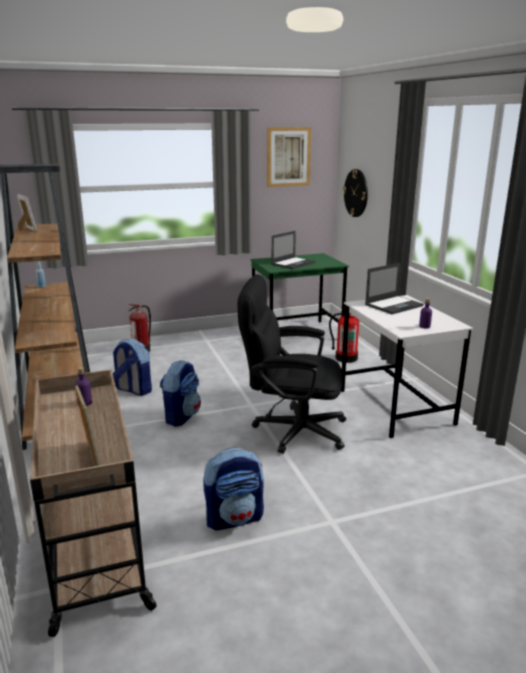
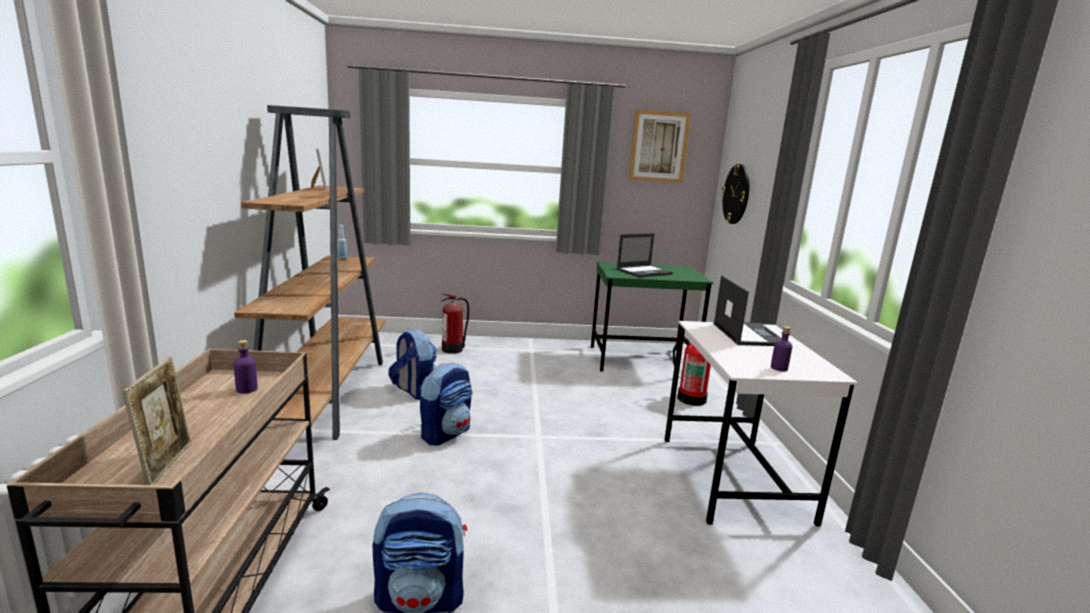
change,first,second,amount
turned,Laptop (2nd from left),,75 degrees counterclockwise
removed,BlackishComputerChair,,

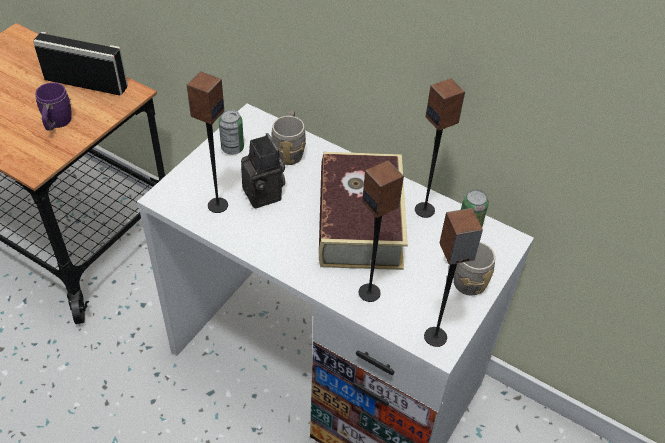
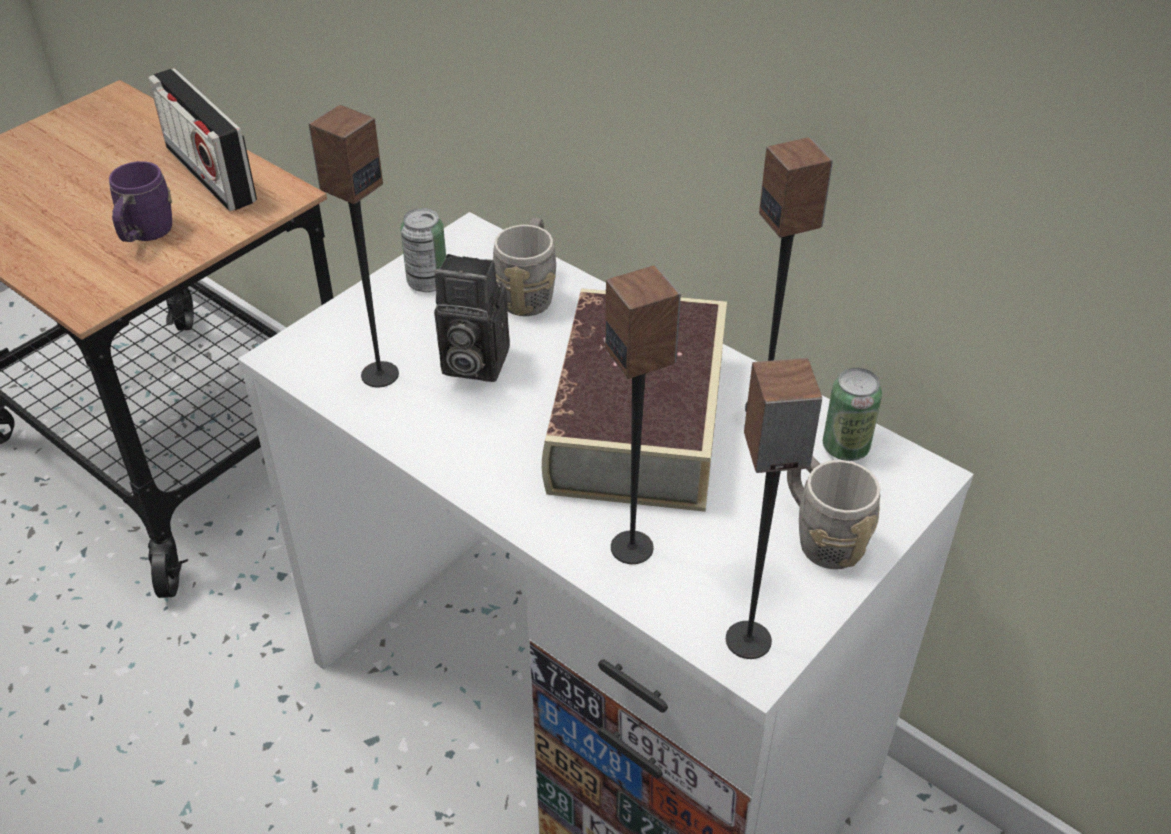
change,first,second,amount
turned,Radio,,150 degrees counterclockwise
turned,StillCamera,,120 degrees clockwise

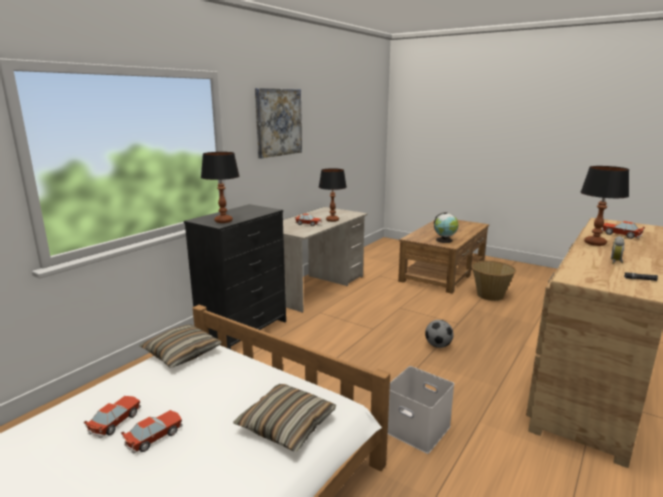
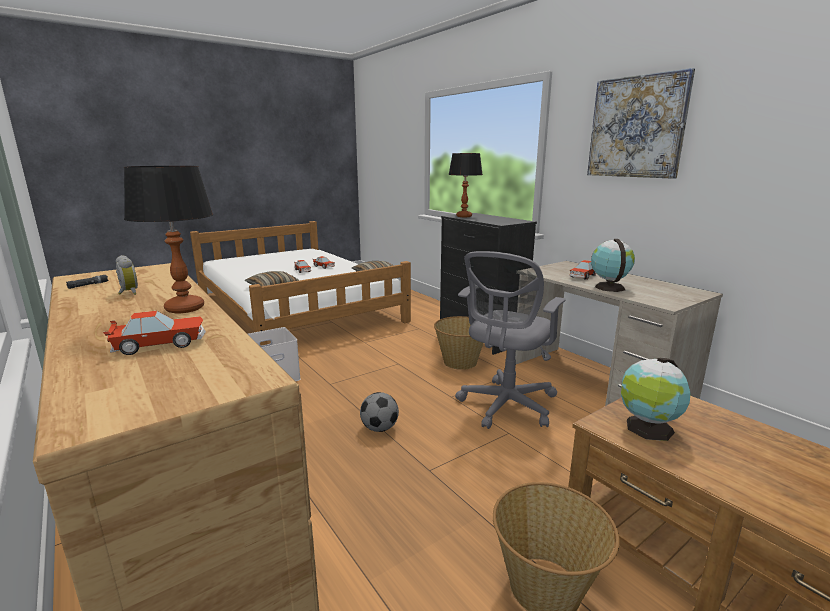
change,first,second,amount
added,,Basket (1st from left),
added,,GreyComputerChair,
replaced,LampForATable (2nd from left),WorldGlobe (1st from left),

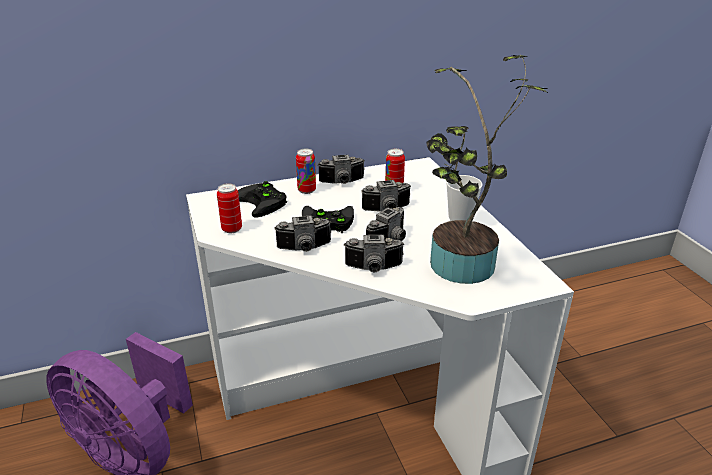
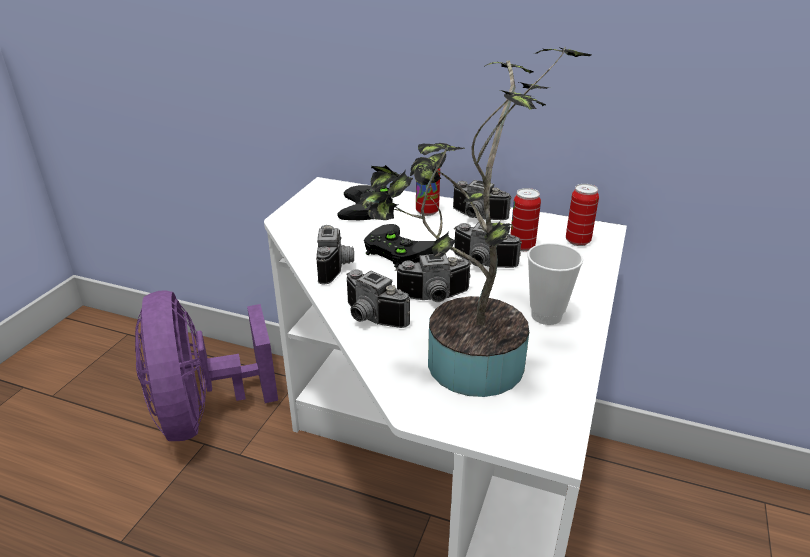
change,first,second,amount
turned,StillCamera (1st from left),,120 degrees counterclockwise
moved,SealedCan (1st from left in the first image),SealedCan (3rd from left),

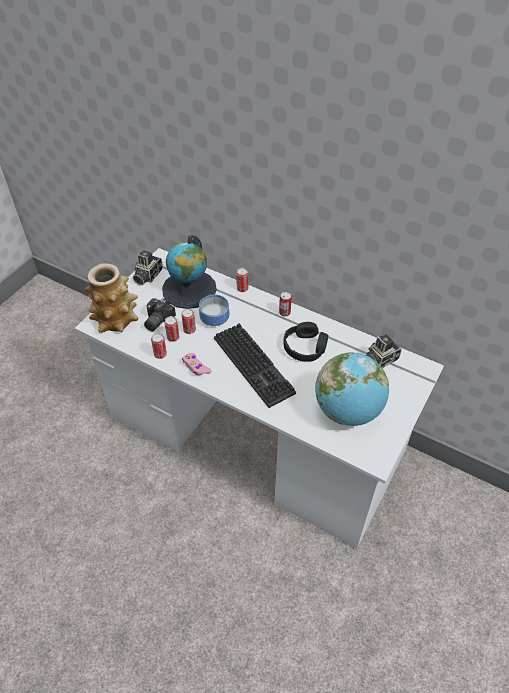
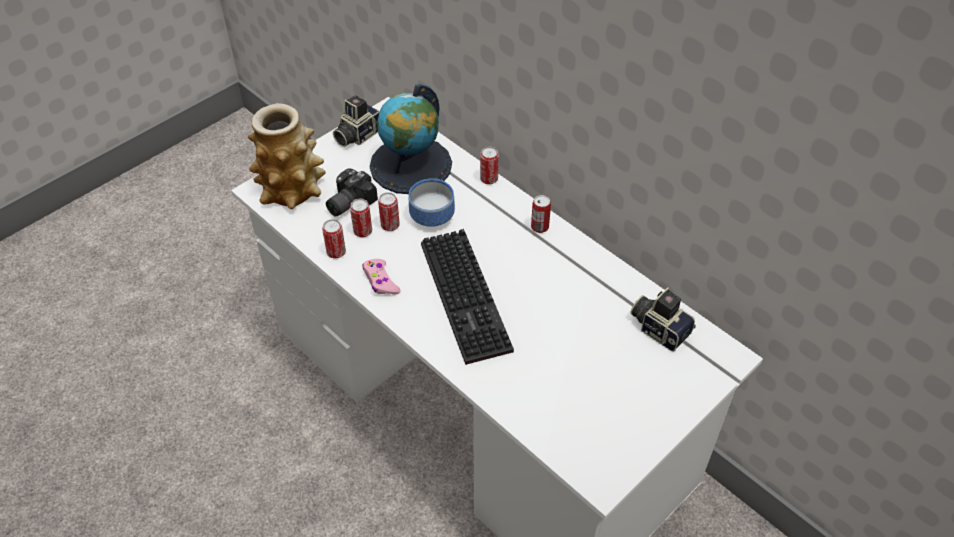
change,first,second,amount
turned,StillCamera (3rd from left),,60 degrees clockwise
removed,BlackishHeadphones,,
removed,WorldGlobe (2nd from left),,

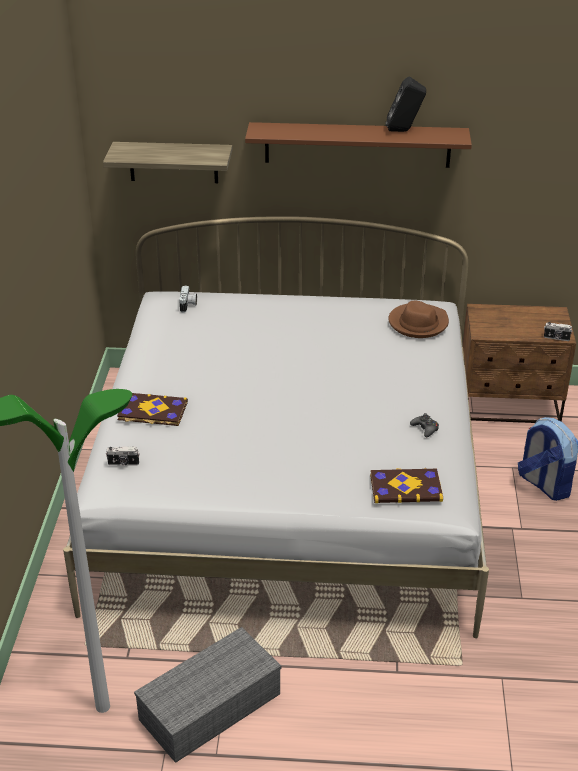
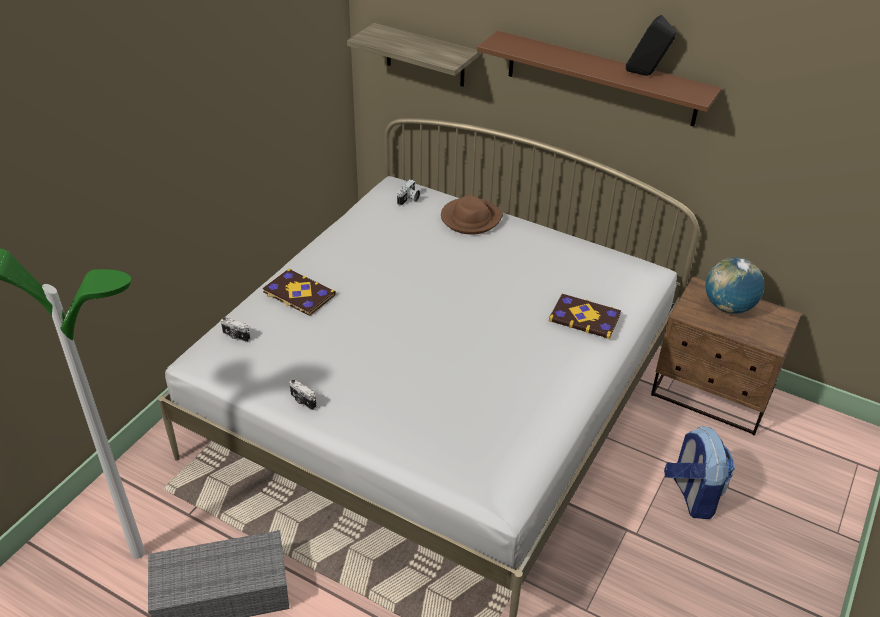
change,first,second,amount
moved,StillCamera (3rd from left in the first image),StillCamera (2nd from left),
moved,BrownishHat,,
moved,BoundBook (2nd from left),,
added,,WorldGlobe,
removed,BlackishJoypad,,

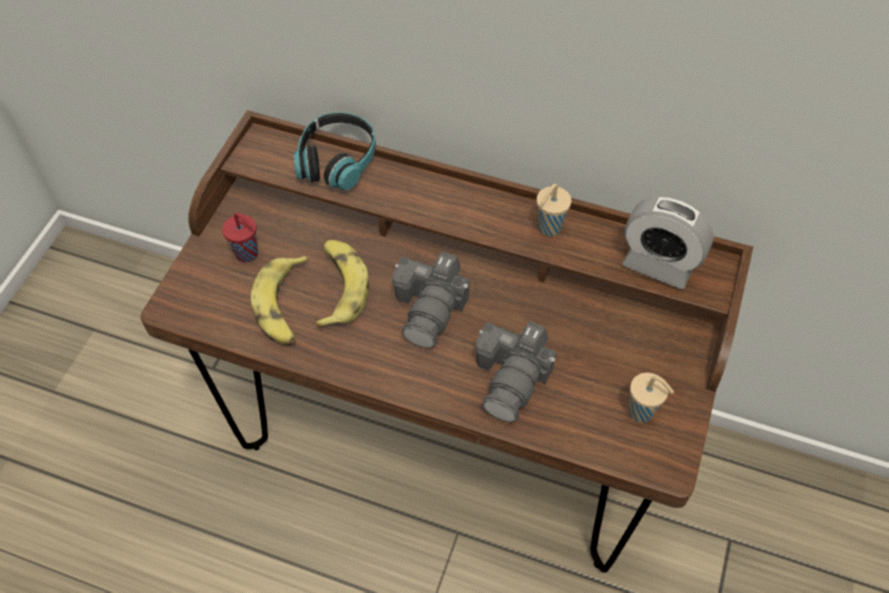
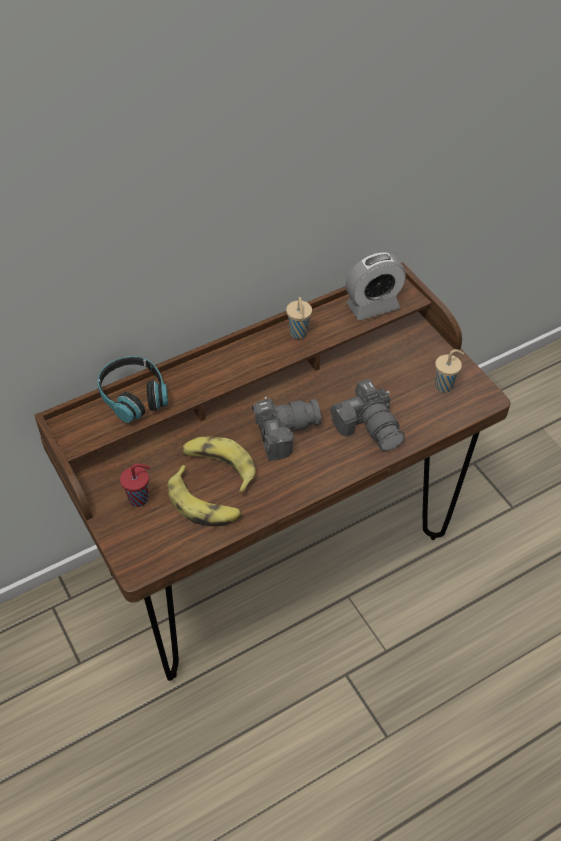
change,first,second,amount
turned,StillCamera (1st from left),,75 degrees counterclockwise

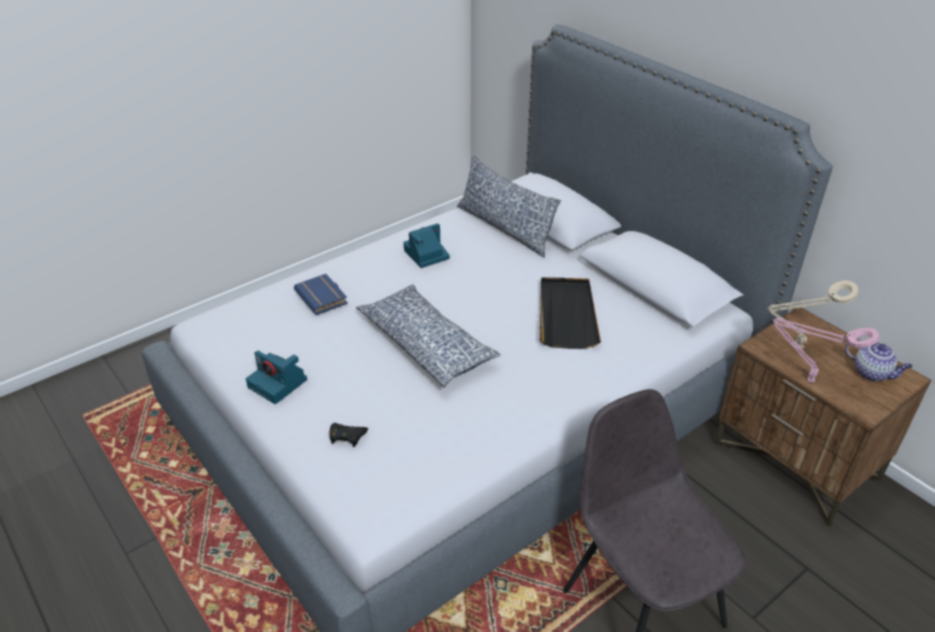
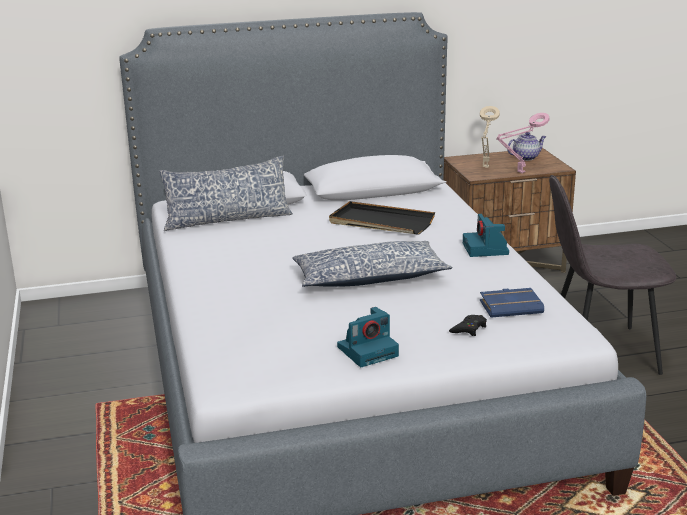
change,first,second,amount
moved,StillCamera (2nd from left),,
moved,BlueColouredBoundBook,,

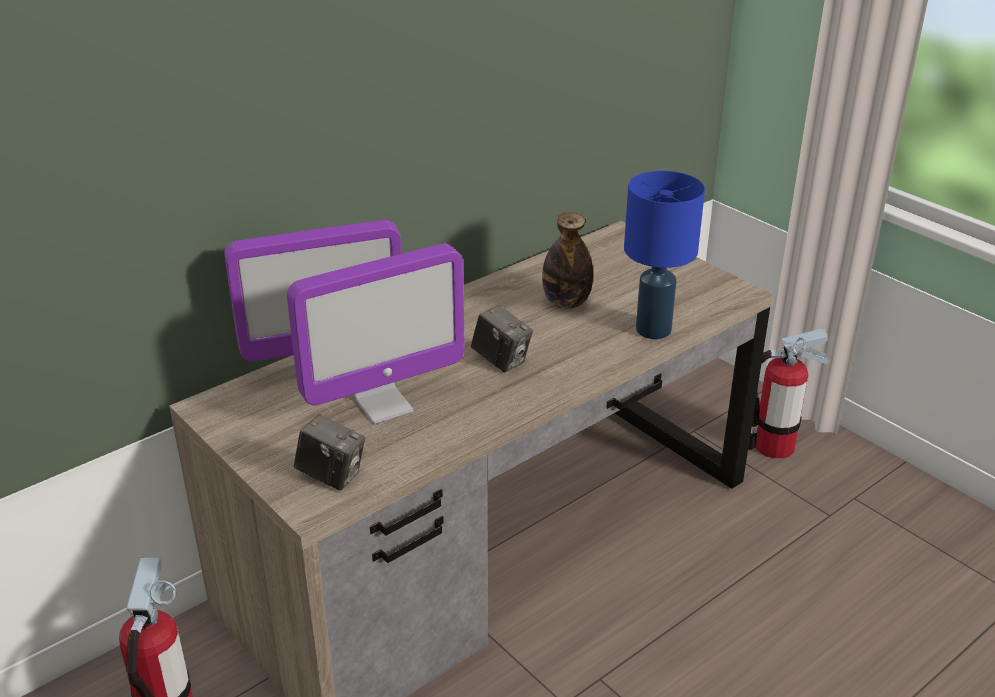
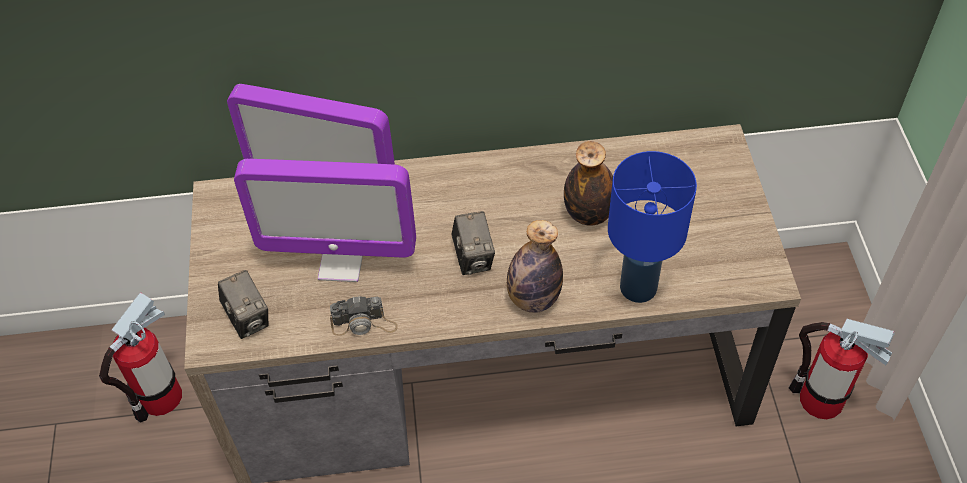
change,first,second,amount
added,,StillCamera (2nd from left),
added,,Bottle (1st from left),

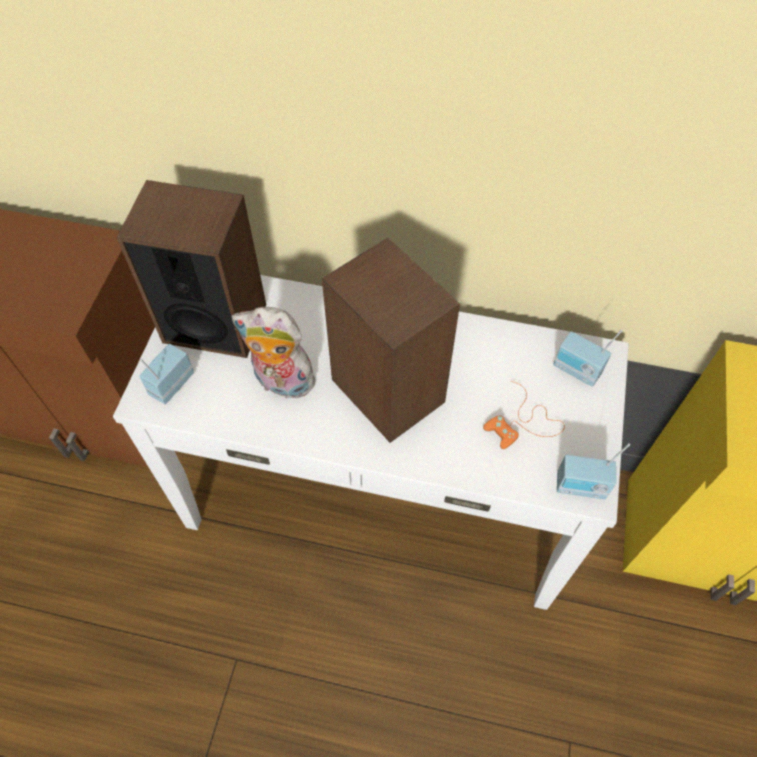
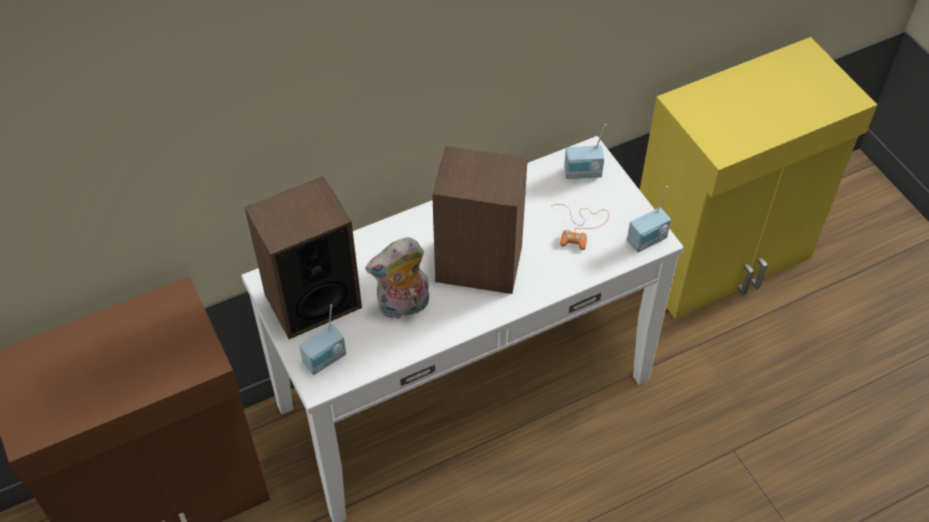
change,first,second,amount
turned,Radio (1st from left),,120 degrees counterclockwise

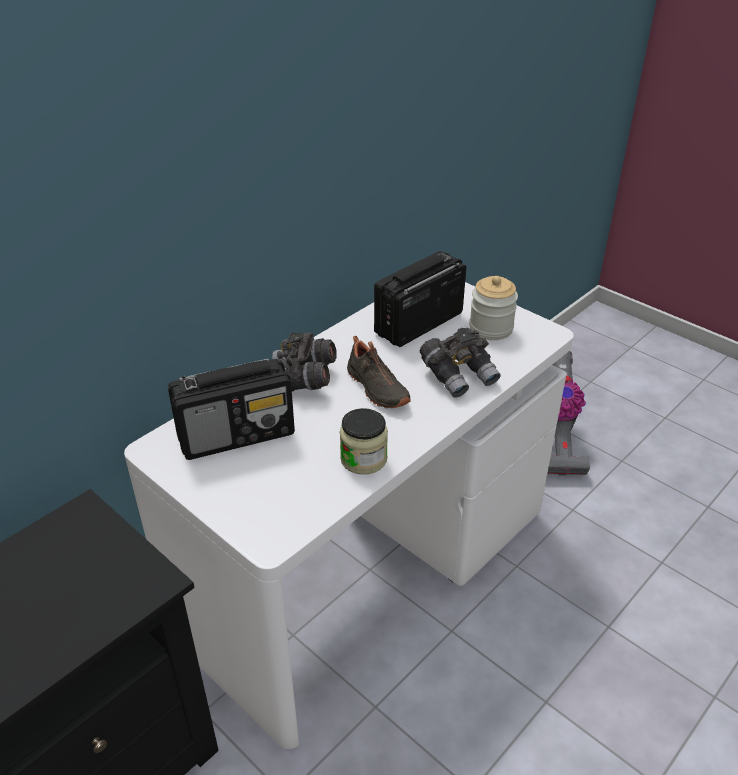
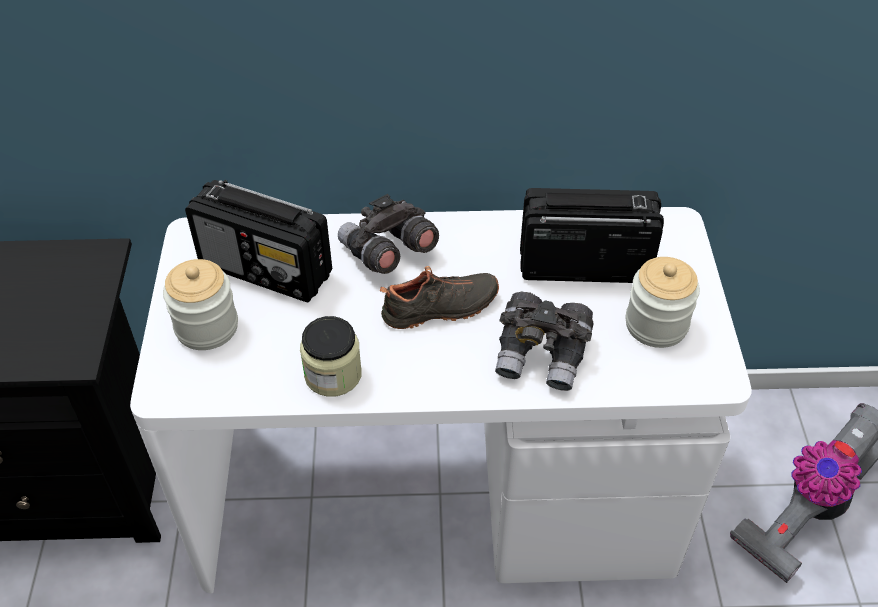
change,first,second,amount
added,,Jar (1st from left),
turned,BlackishItemOfFootwear,,120 degrees counterclockwise

